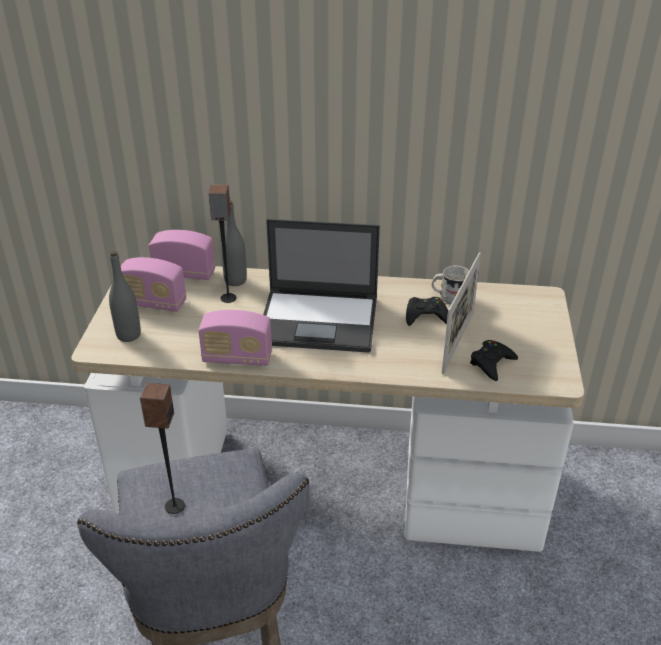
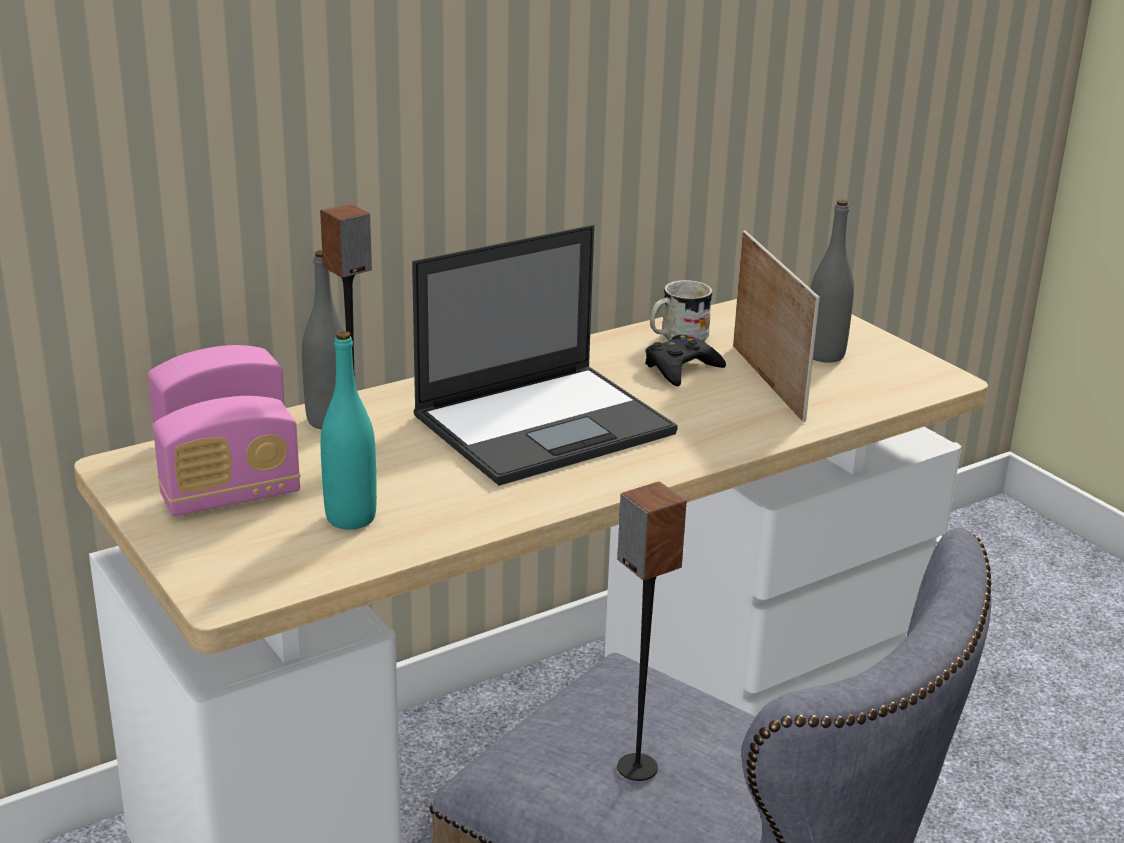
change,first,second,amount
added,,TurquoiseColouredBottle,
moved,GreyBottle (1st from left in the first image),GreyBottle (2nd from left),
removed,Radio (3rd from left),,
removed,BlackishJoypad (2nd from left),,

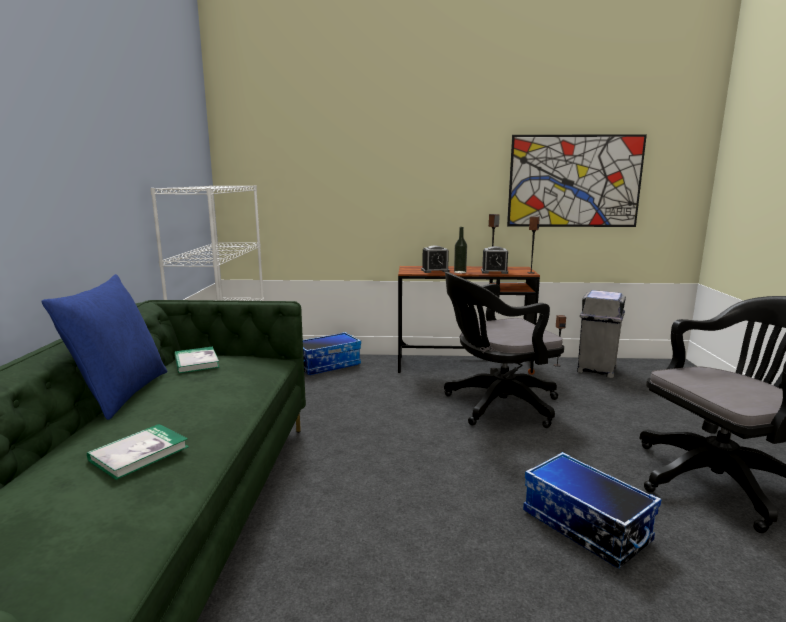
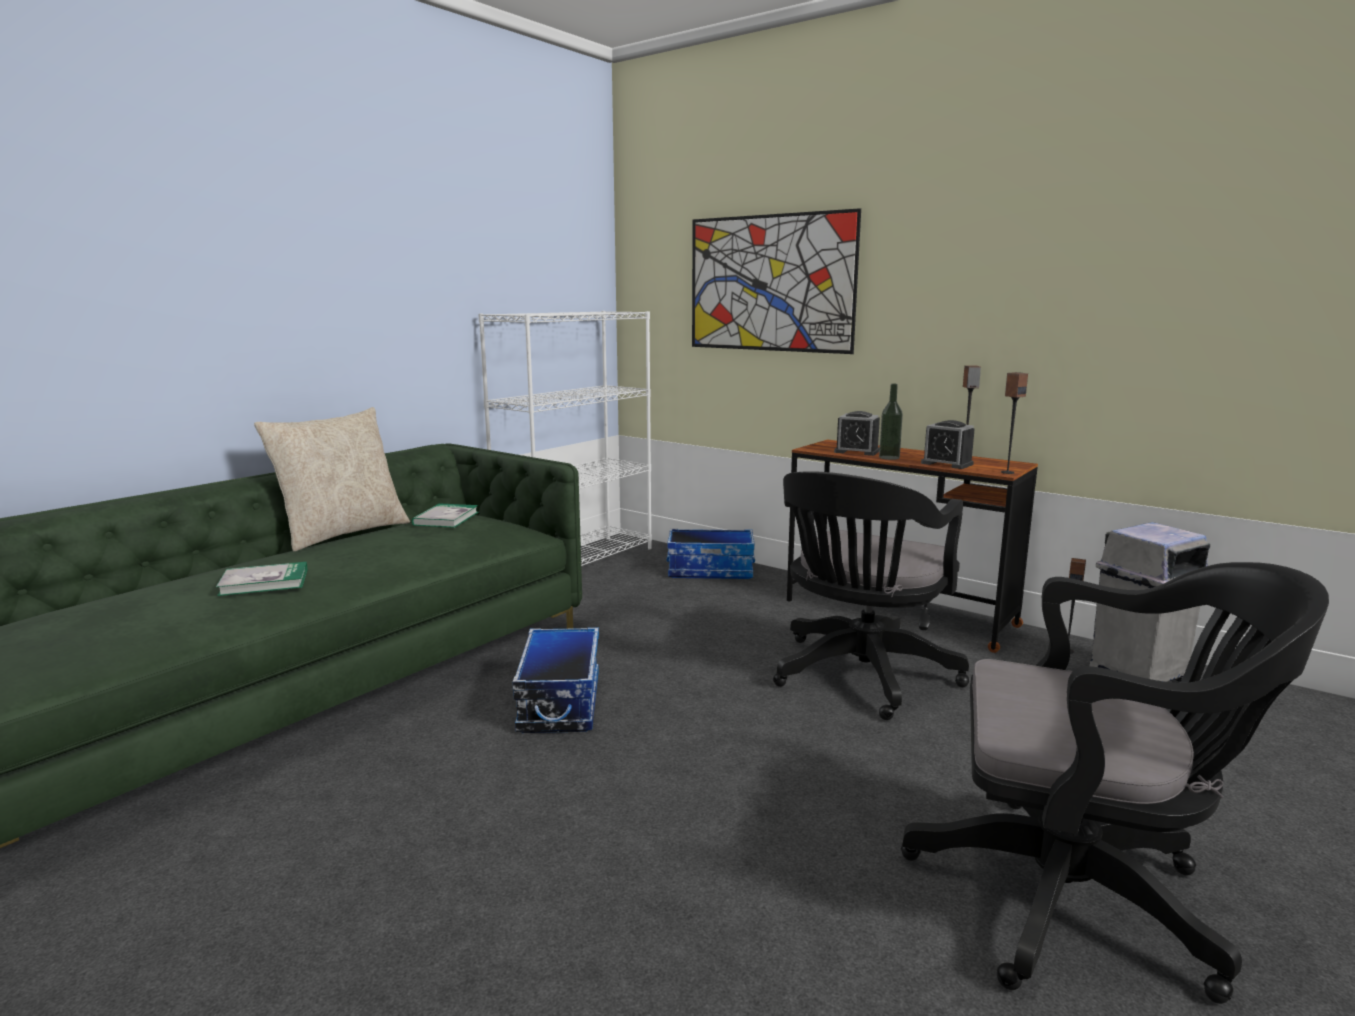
change,first,second,amount
recoloured,BlueColouredPillow,BeigeColouredPillow,
moved,StorageBox (2nd from left in the first image),StorageBox (1st from left),
moved,WallArt,,
turned,BlackishComputerChair (1st from left),,75 degrees counterclockwise

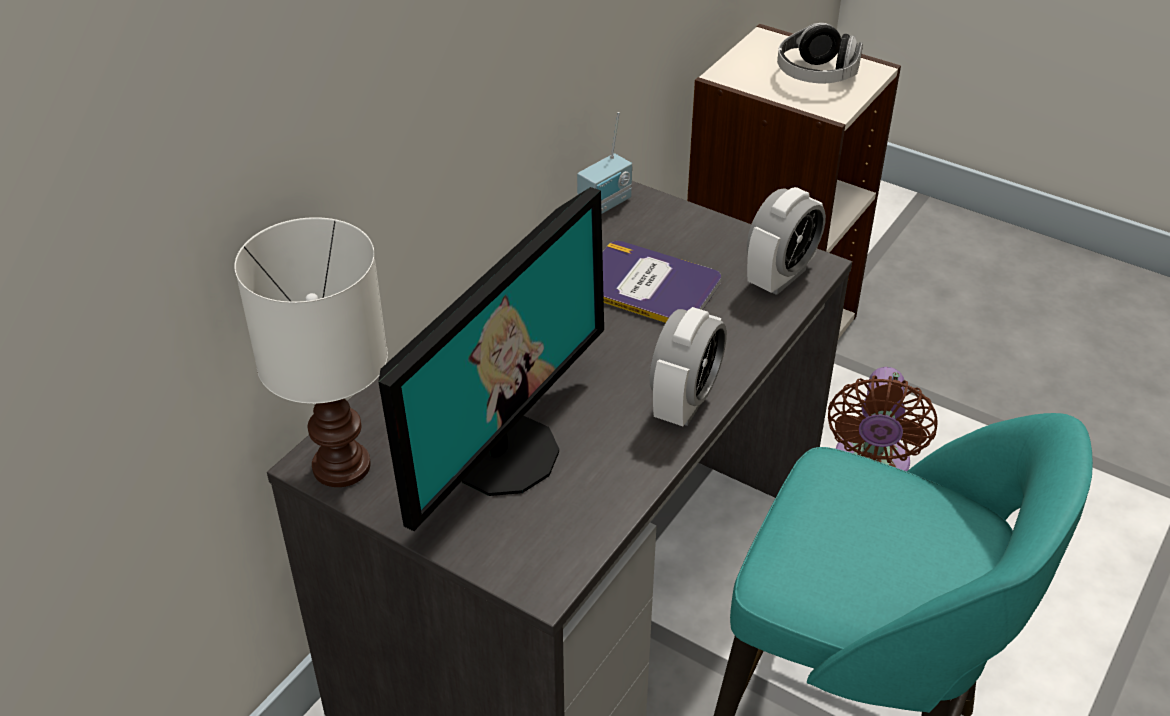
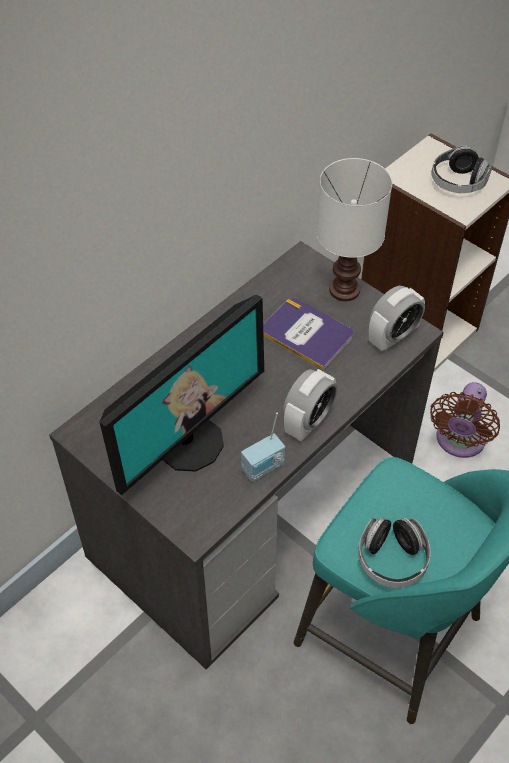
change,first,second,amount
moved,Radio,,
moved,WhiteColouredLampForATable,,
added,,Headphones (1st from left),

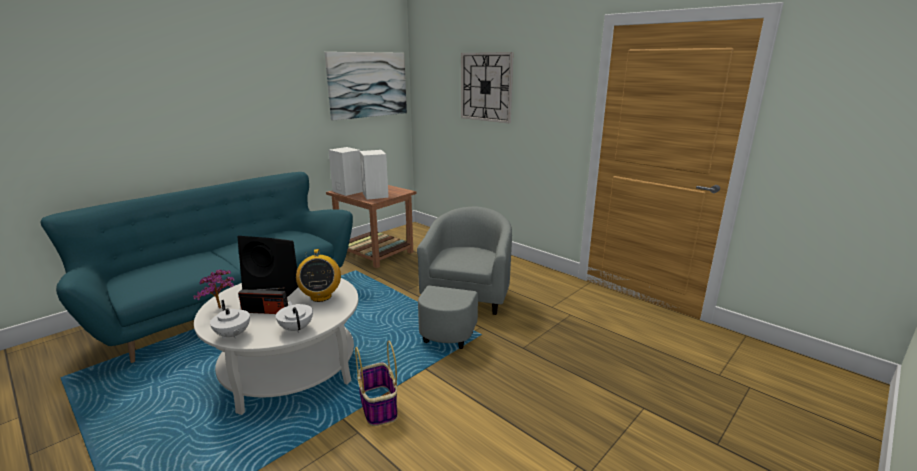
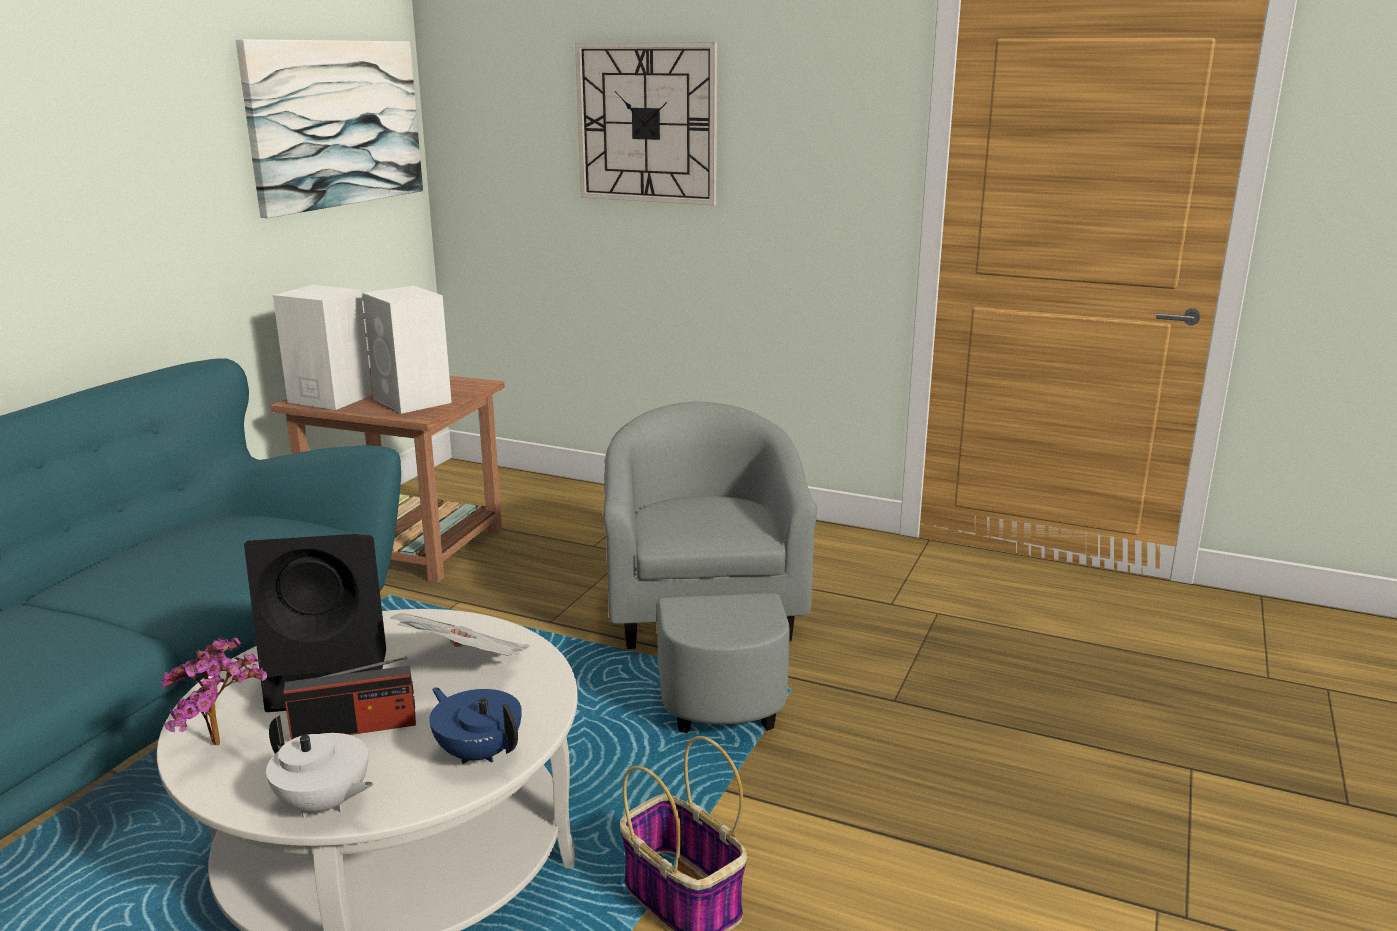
change,first,second,amount
replaced,Radio (2nd from left),Newspaper,
recoloured,WhiteColouredTeaPot (2nd from left),BlueColouredTeaPot,

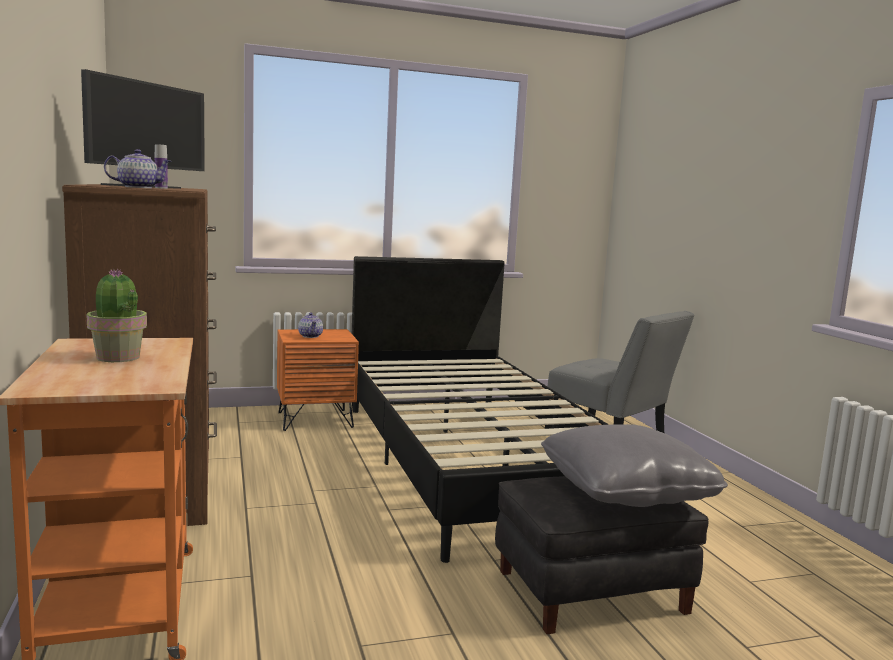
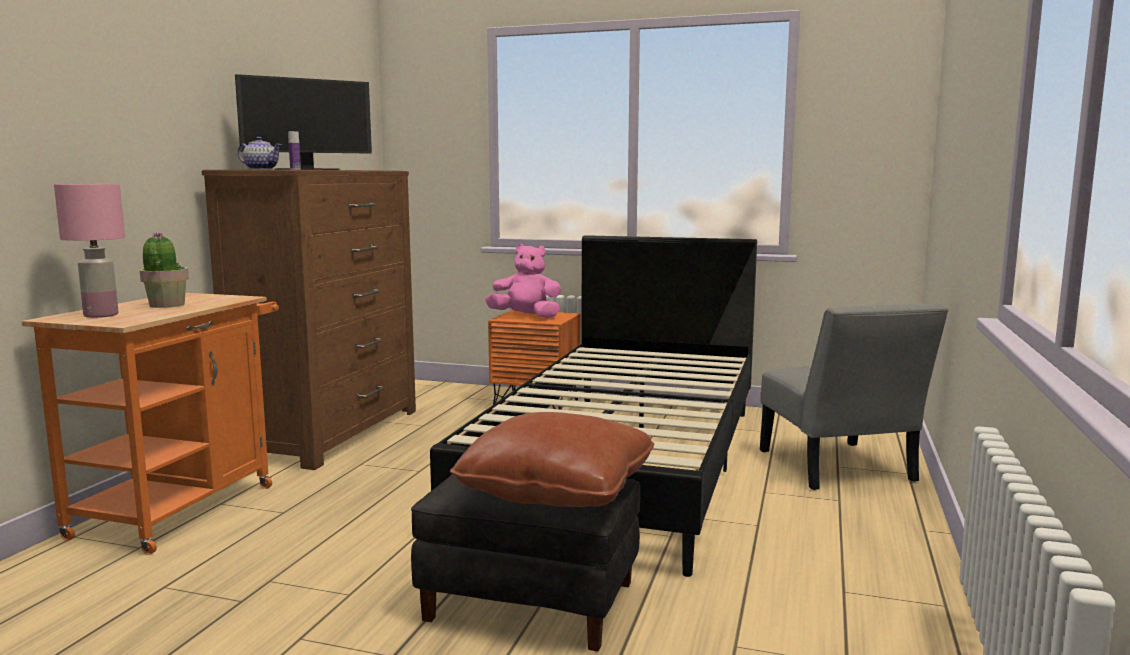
change,first,second,amount
added,,PinkColouredLampForATable,
recoloured,GreyPillow,BrownishPillow,
replaced,TeaPot (2nd from left),PinkColouredPlushToy,

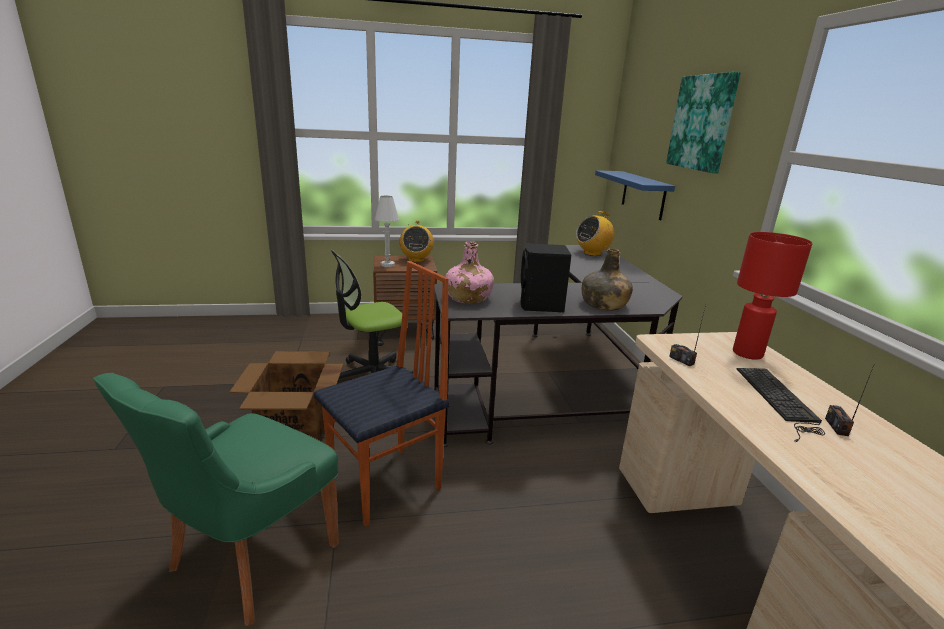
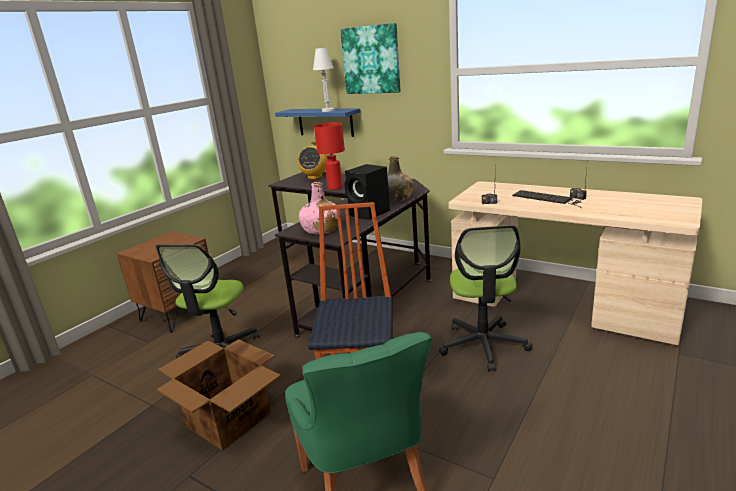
change,first,second,amount
moved,WhiteColouredLampForATable,,
moved,RedLampForATable,,
added,,ComputerChair (2nd from left),
removed,Radio (1st from left),,

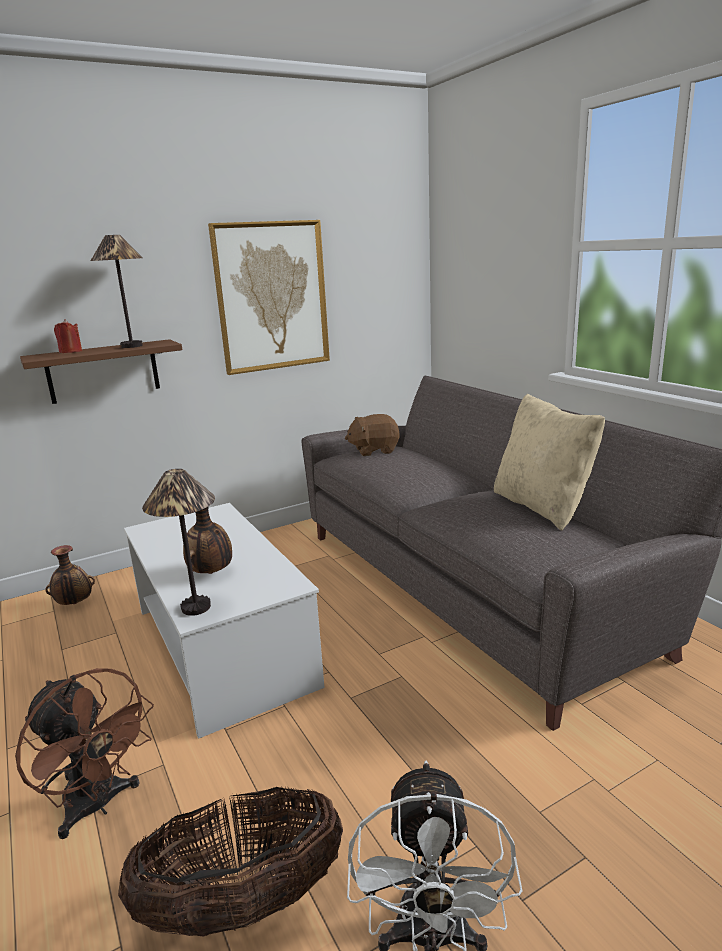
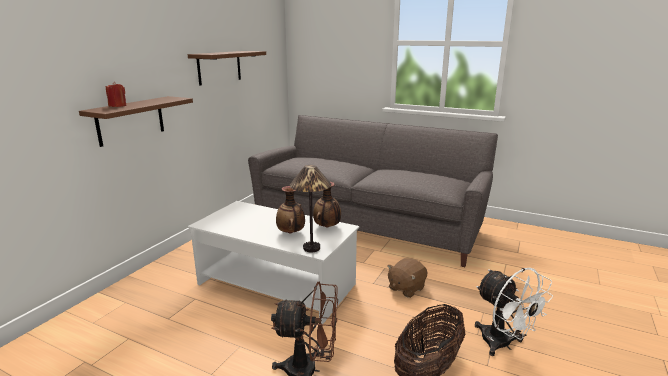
change,first,second,amount
replaced,WallArt,BrownishShelf (2nd from left),
moved,FlowerVase (1st from left in the first image),FlowerVase (2nd from left),
moved,BrownishPlushToy,,
removed,LampForATable (1st from left),,
removed,BeigeColouredPillow,,

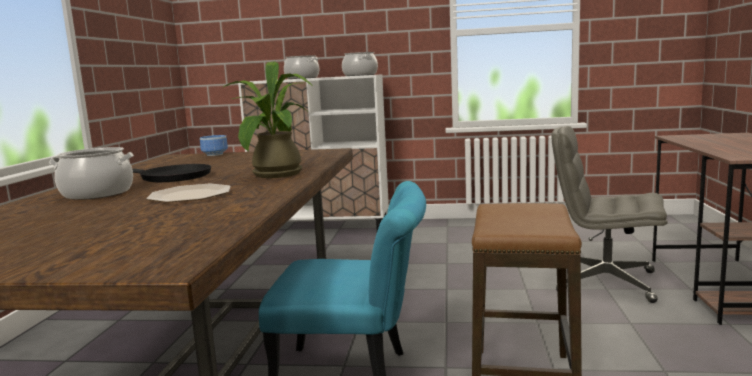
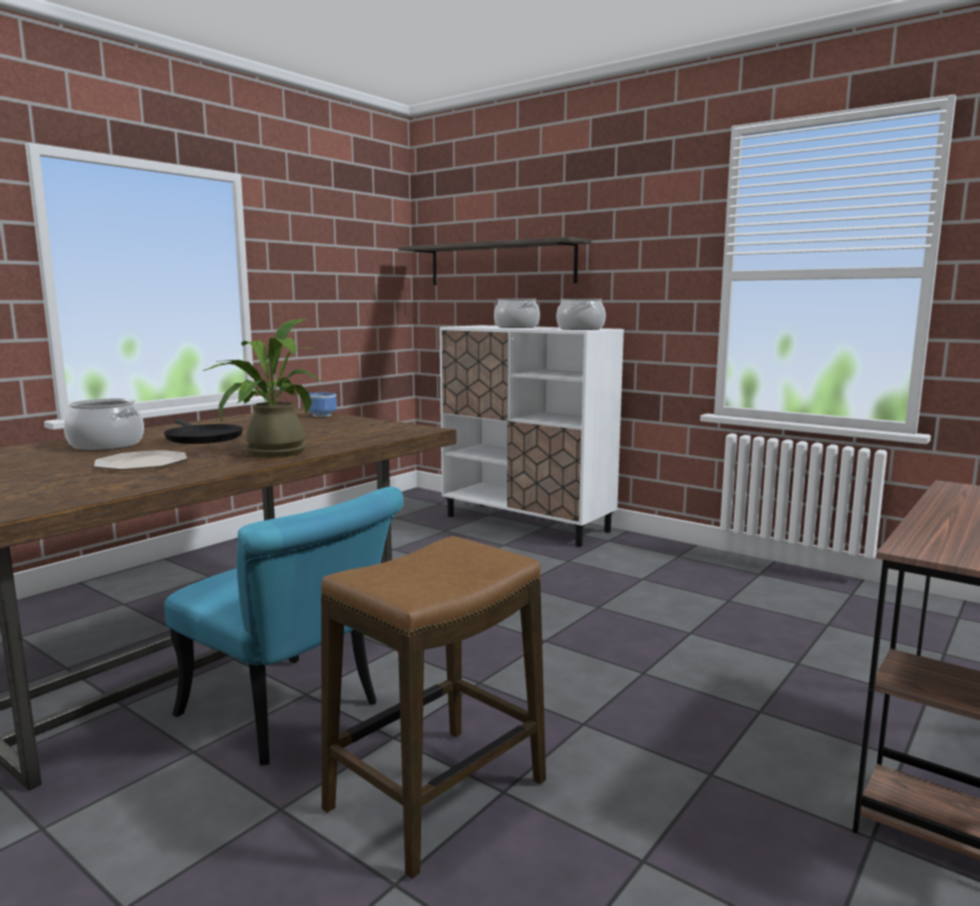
change,first,second,amount
added,,Shelf,
removed,GreyComputerChair,,

